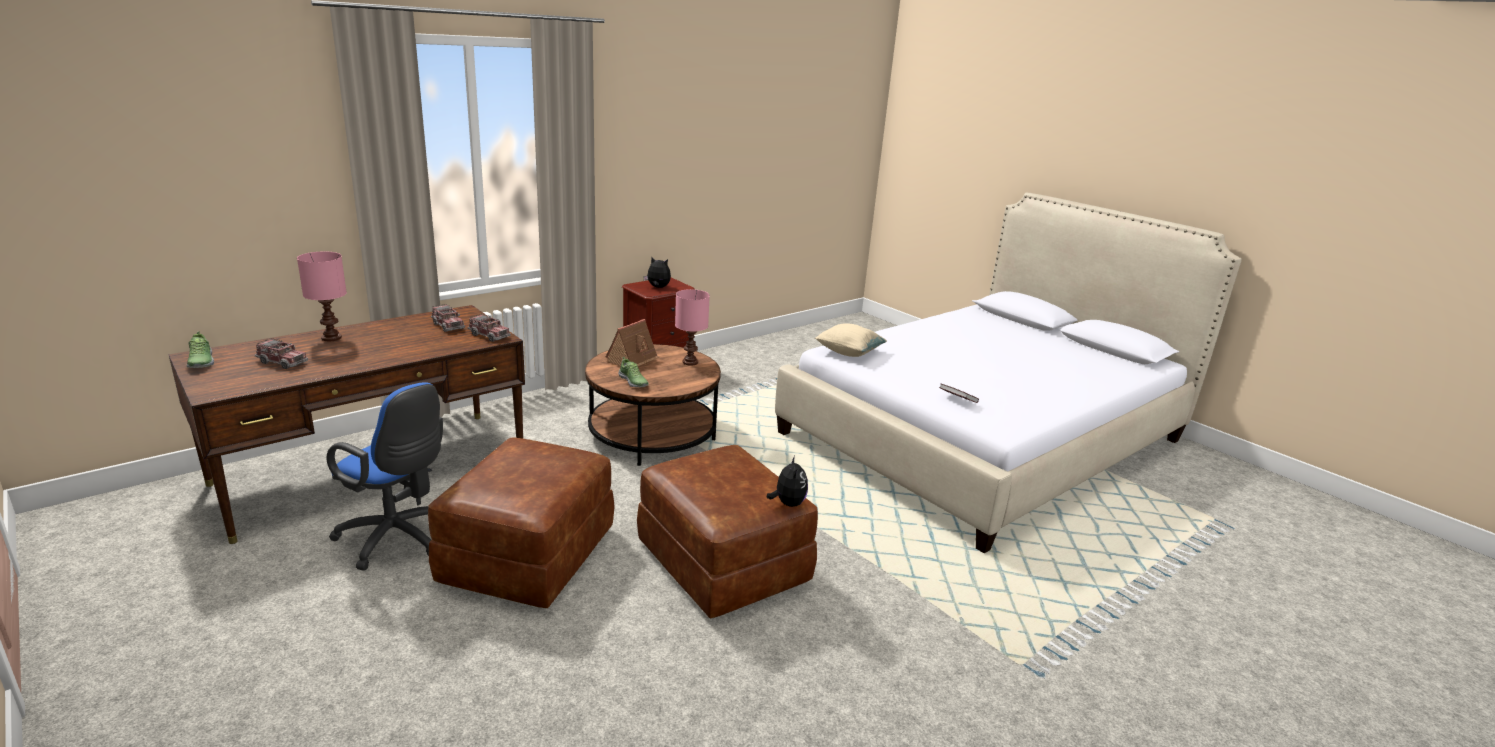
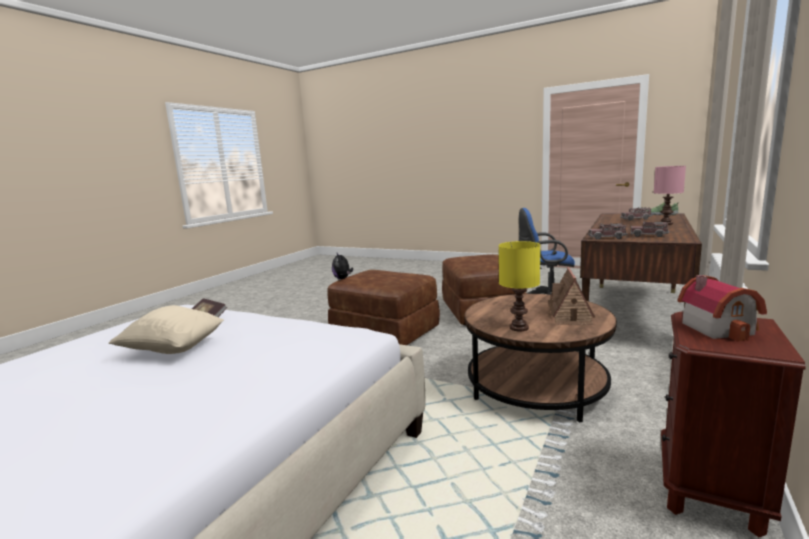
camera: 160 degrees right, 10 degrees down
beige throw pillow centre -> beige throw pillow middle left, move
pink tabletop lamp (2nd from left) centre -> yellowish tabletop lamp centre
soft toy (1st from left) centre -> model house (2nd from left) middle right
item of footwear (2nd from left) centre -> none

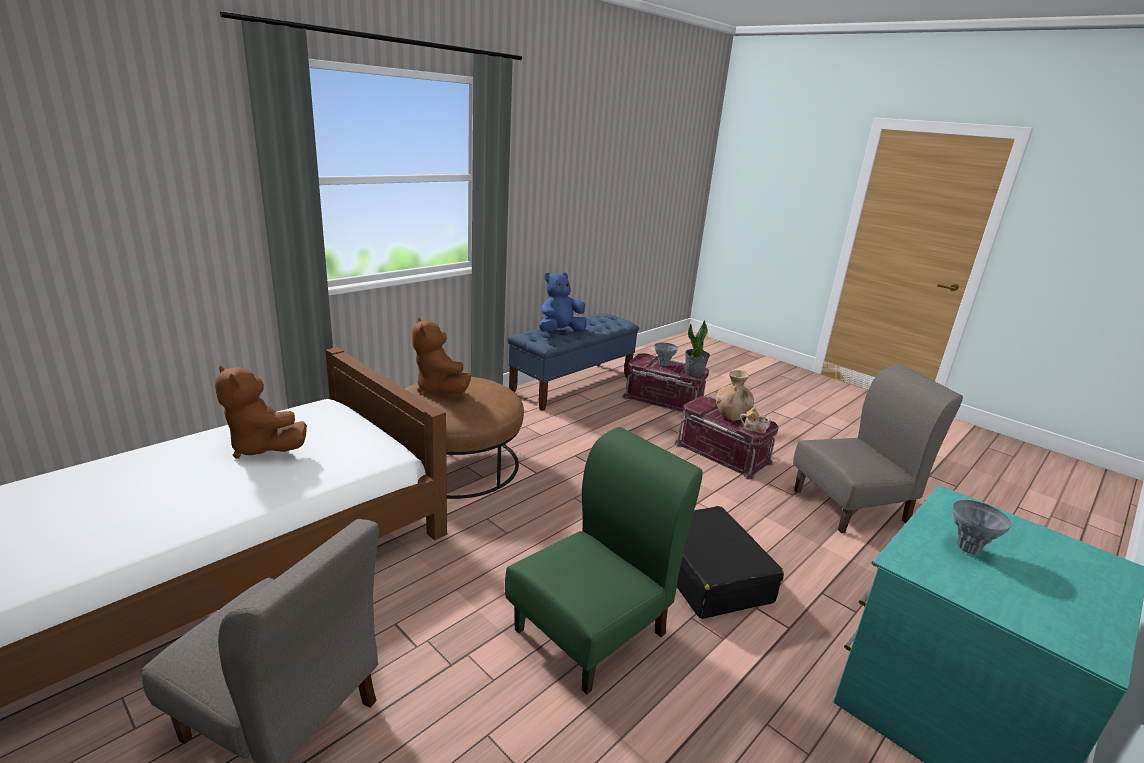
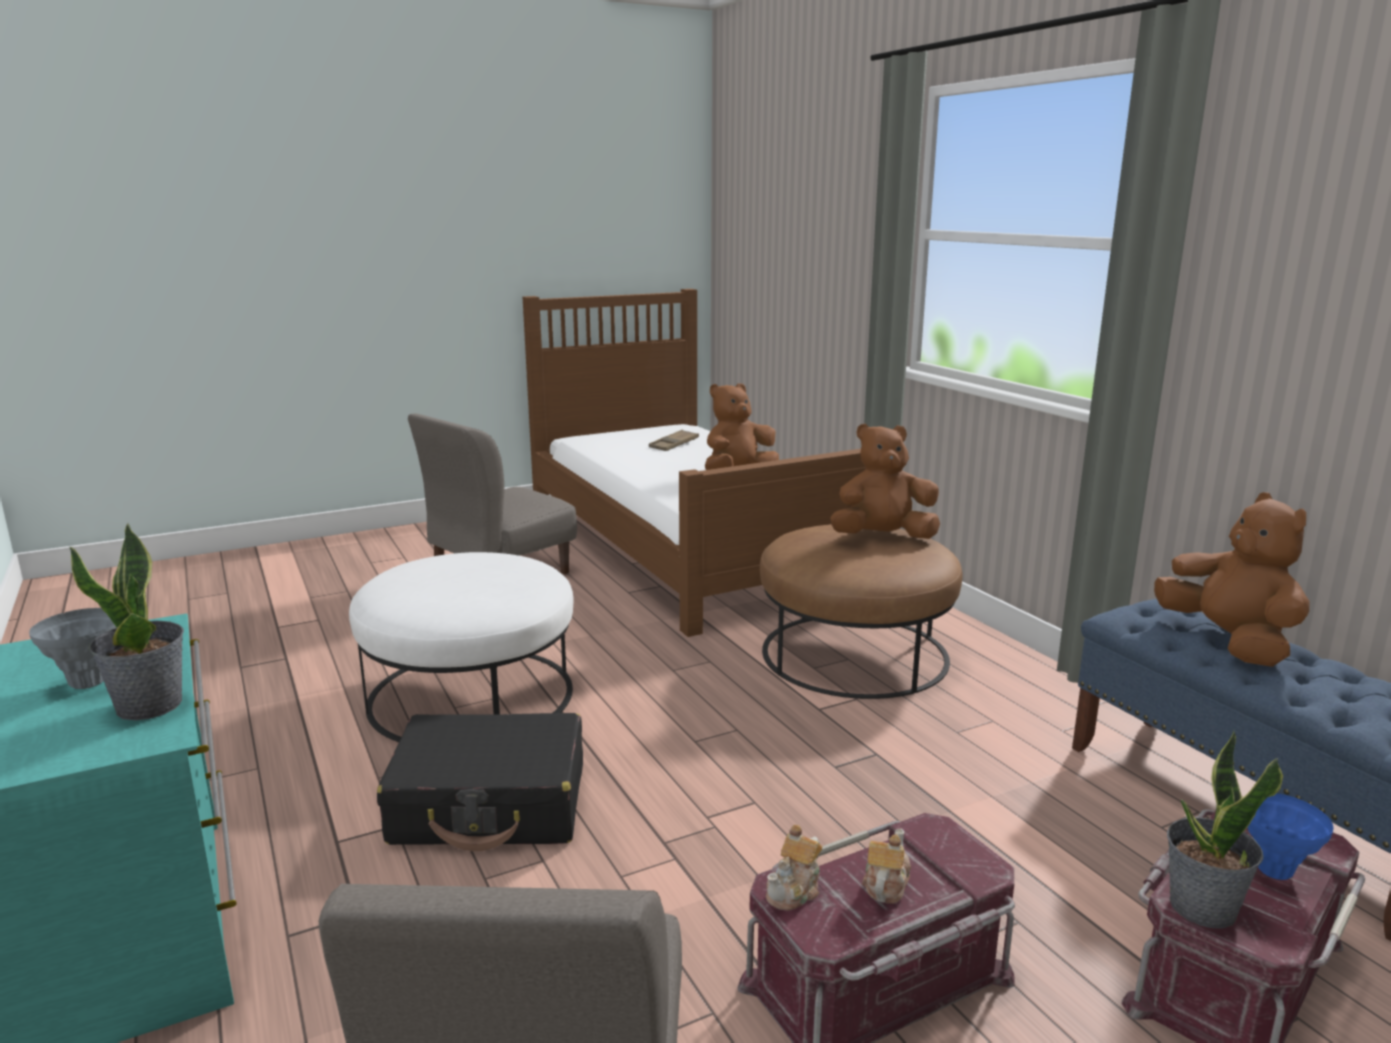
camera: 110 degrees right, 5 degrees down
none -> potted plant (1st from left) middle left
green plain chair bottom centre -> white footrest middle left
none -> brown-coloured serving tray centre
brown-coloured decorative vase centre -> pot for tea (2nd from left) bottom centre
blue soft toy centre -> brown-coloured soft toy (3rd from left) middle right
grey decorative vase (1st from left) centre -> blue decorative vase bottom right

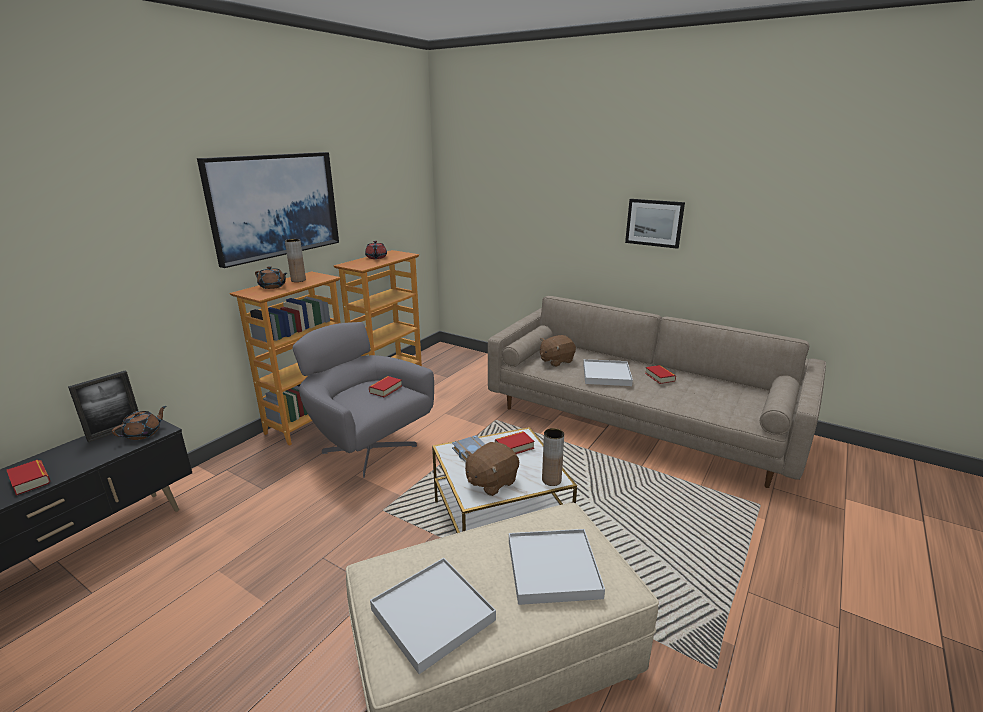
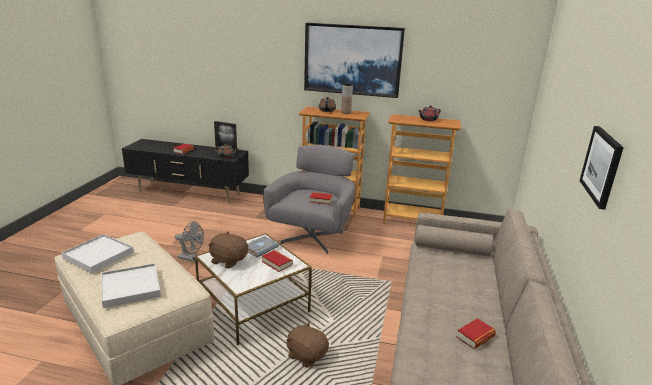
camera: 70 degrees right, 0 degrees up
none -> grey electric fan middle left
brown-coloured soft toy (2nd from left) centre -> brown-coloured soft toy (2nd from left) bottom centre, move
brown-coloured decorative vase (2nd from left) centre -> none
white serving tray (3rd from left) centre -> none

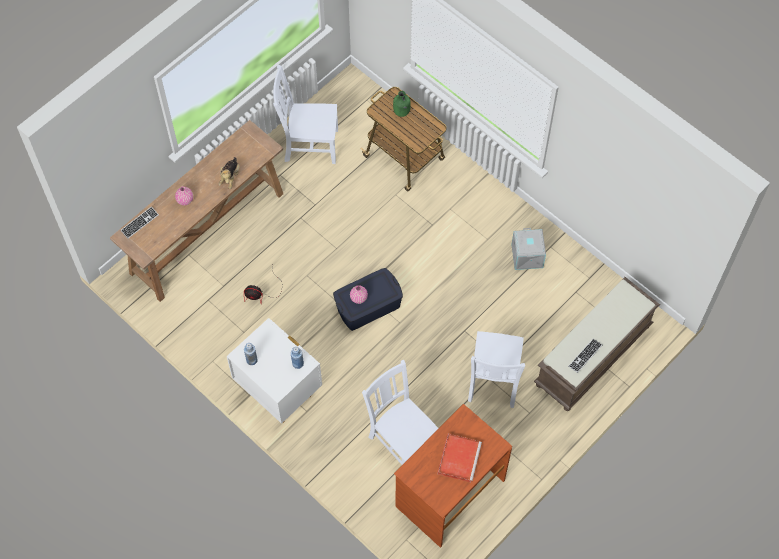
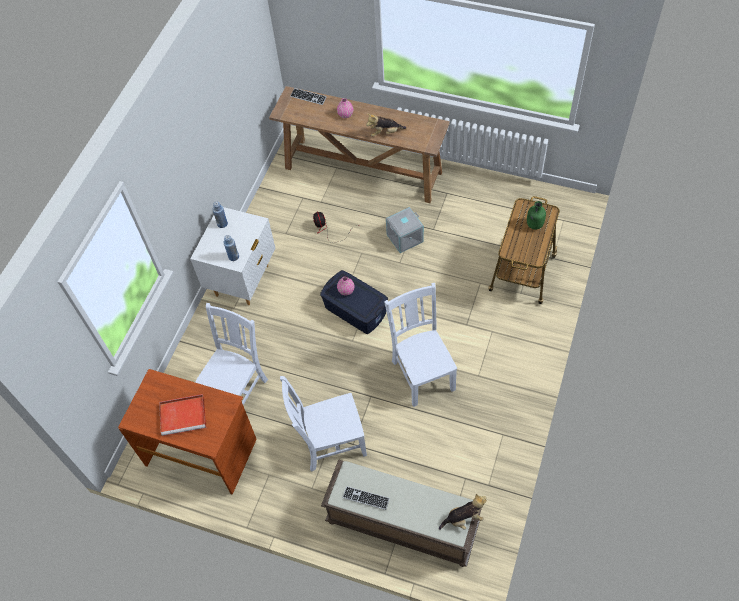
camera: 70 degrees right, 5 degrees down
white plain chair (1st from left in the first image) top centre -> white plain chair (3rd from left) centre, move
grey storage bin middle right -> grey storage bin centre, move
none -> soft toy (2nd from left) bottom centre

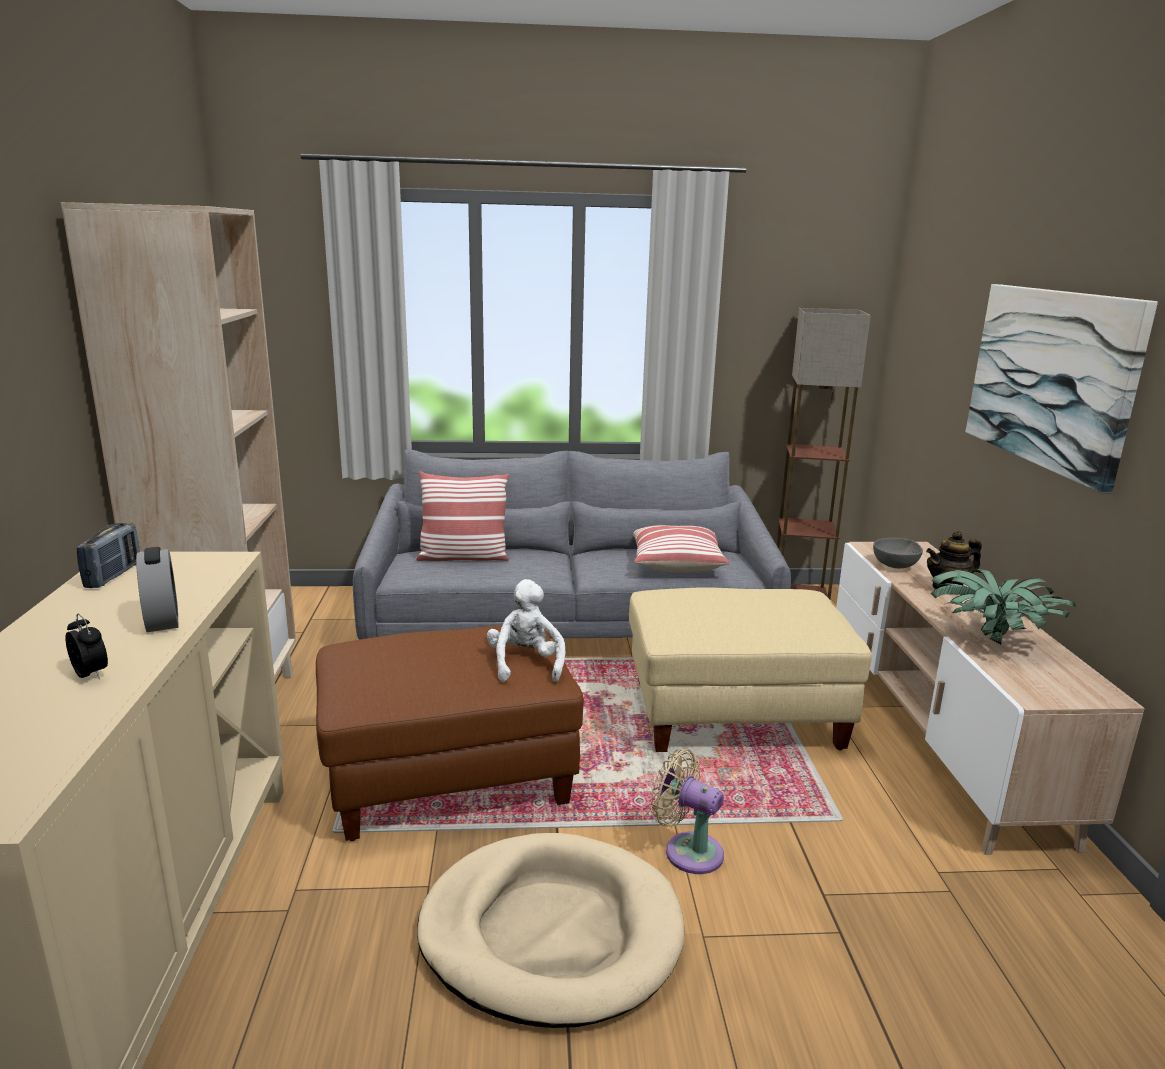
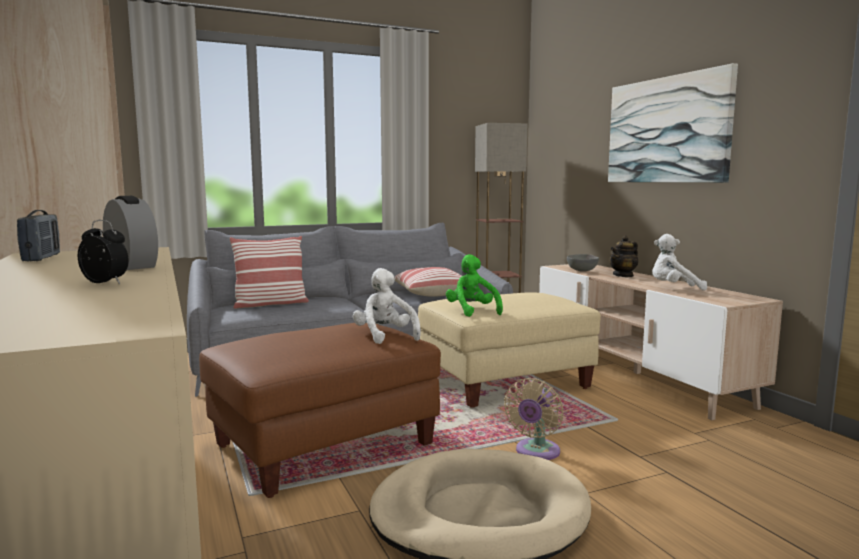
camera: 20 degrees left, 10 degrees down
none -> green soft toy centre
beige electric fan bottom centre, 75 degrees counterclockwise
potted plant middle right -> white soft toy (2nd from left) middle right

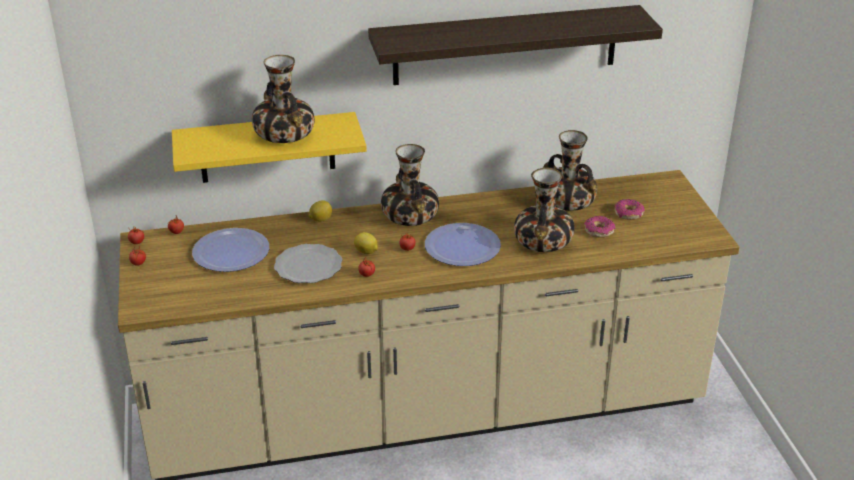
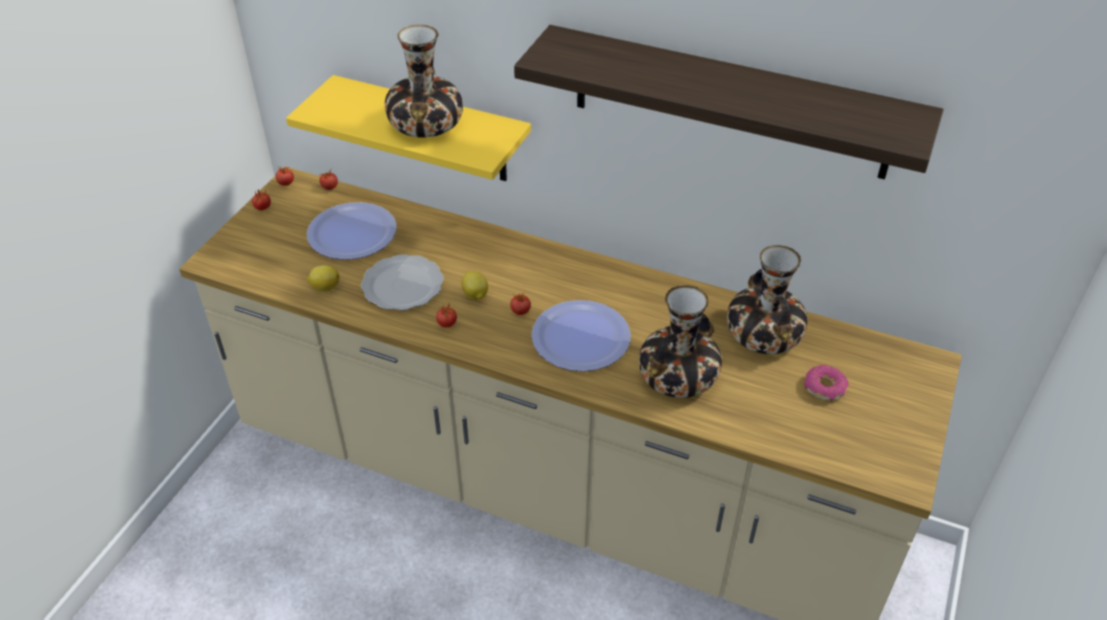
camera: 35 degrees right, 10 degrees up
lemon (1st from left) centre -> lemon (1st from left) middle left, move
decorative vase (2nd from left) centre -> none
donut (1st from left) middle right -> none

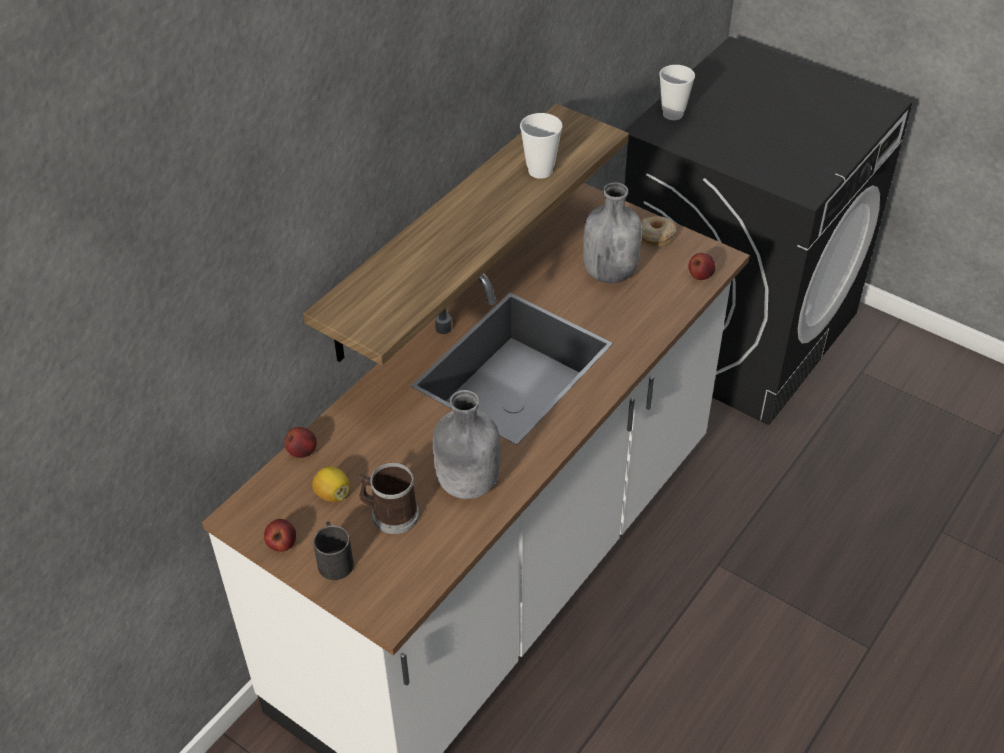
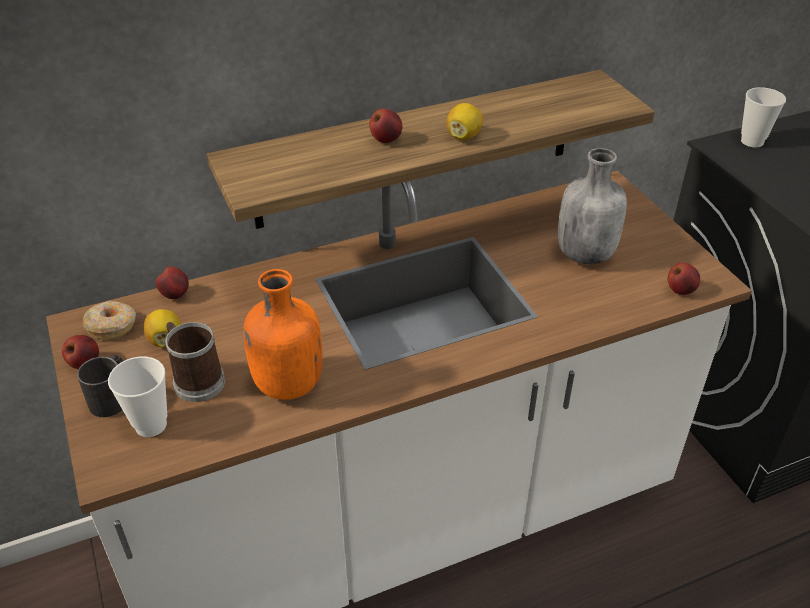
camera: 30 degrees right, 5 degrees down
donut top centre -> donut middle left, move
small cup (1st from left) top centre -> small cup (1st from left) middle left, move
grey bottle (1st from left) centre -> orange bottle centre
none -> apple fruit (3rd from left) top centre
none -> lemon (2nd from left) top centre

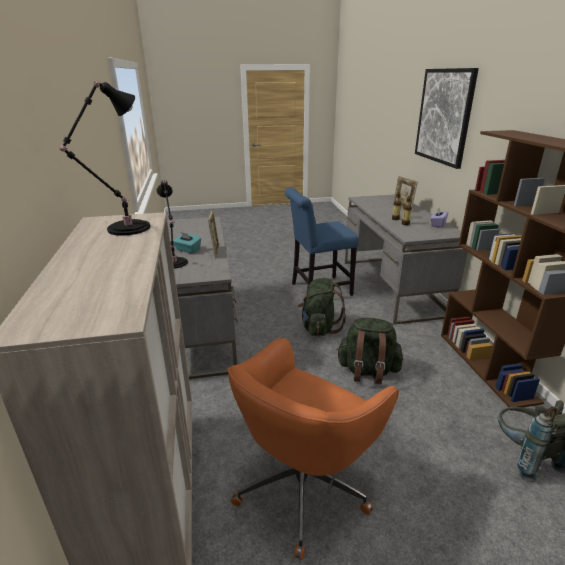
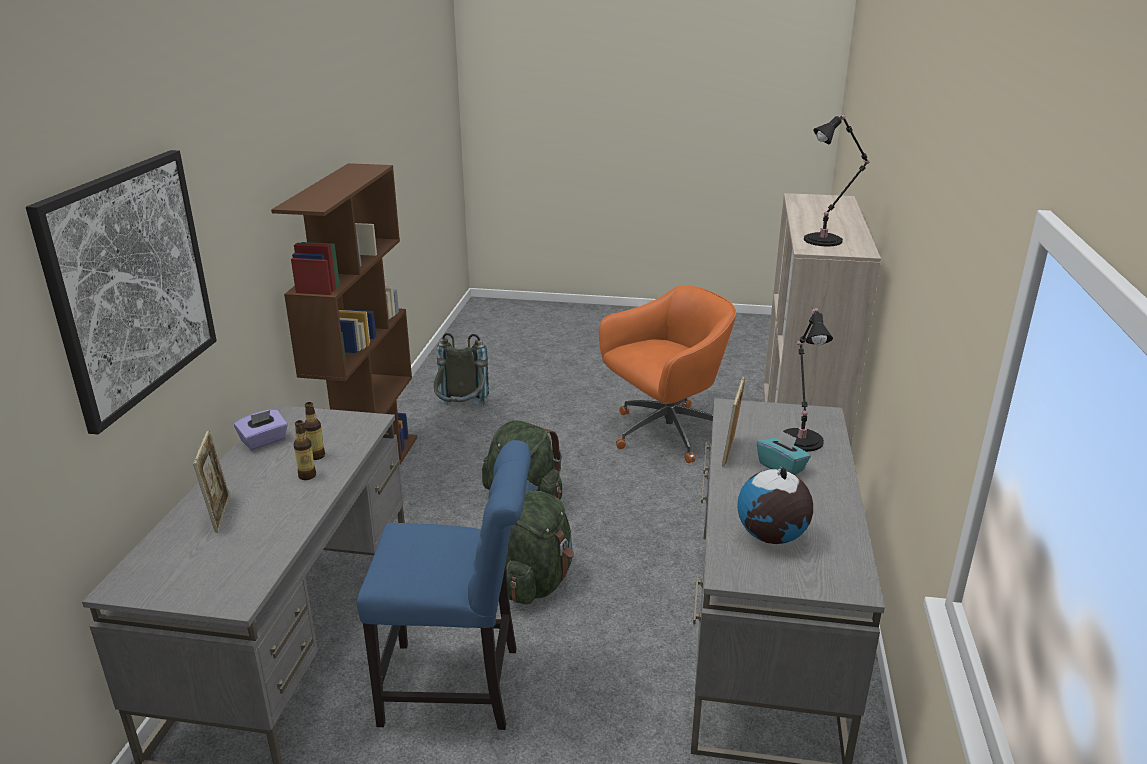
camera: 160 degrees left, 0 degrees up
none -> world globe middle right

